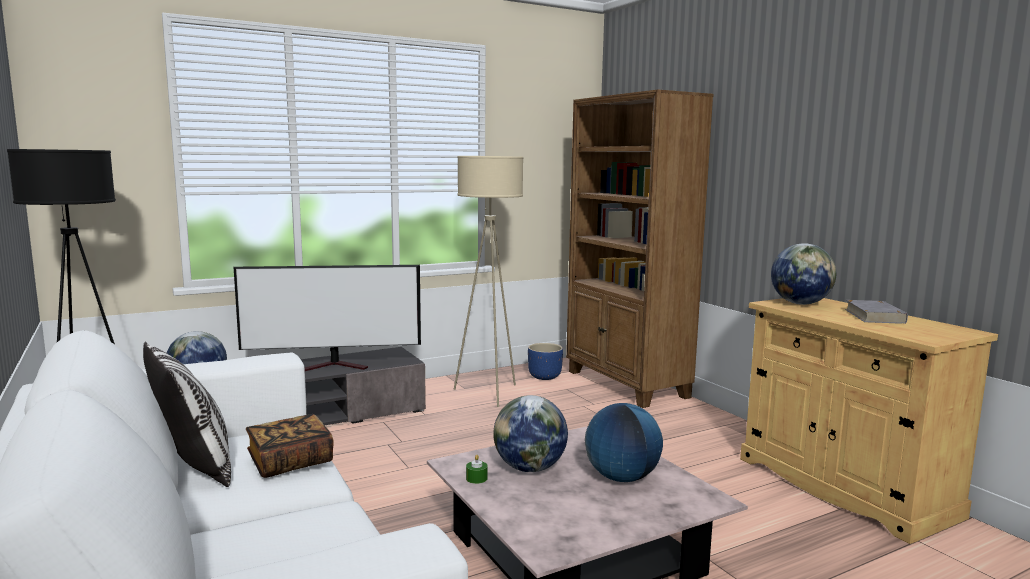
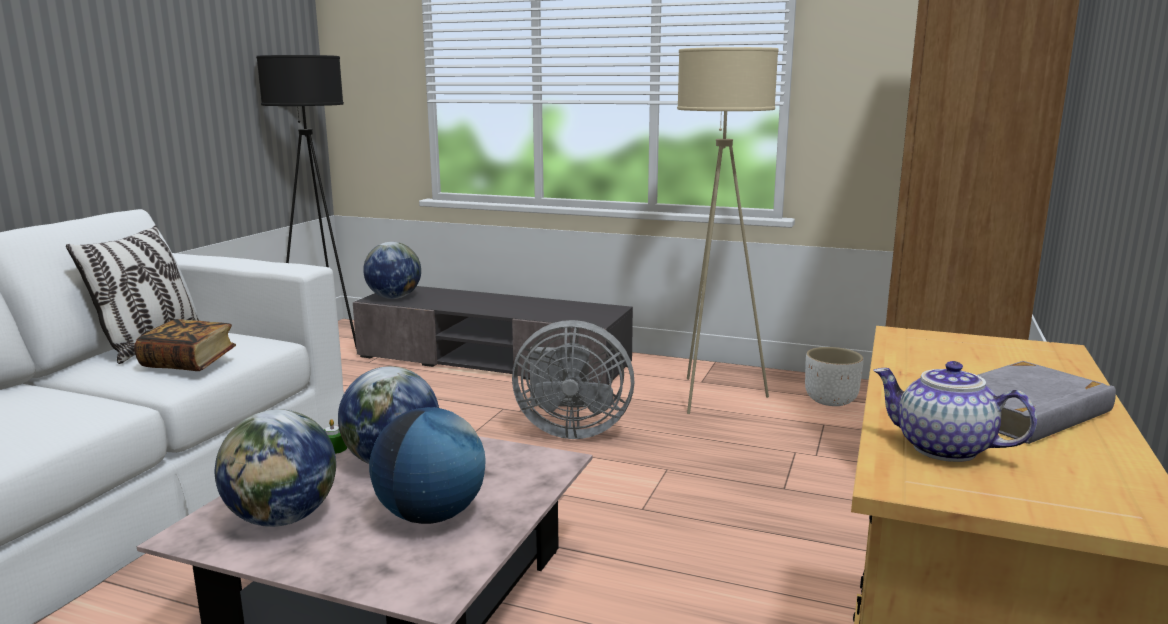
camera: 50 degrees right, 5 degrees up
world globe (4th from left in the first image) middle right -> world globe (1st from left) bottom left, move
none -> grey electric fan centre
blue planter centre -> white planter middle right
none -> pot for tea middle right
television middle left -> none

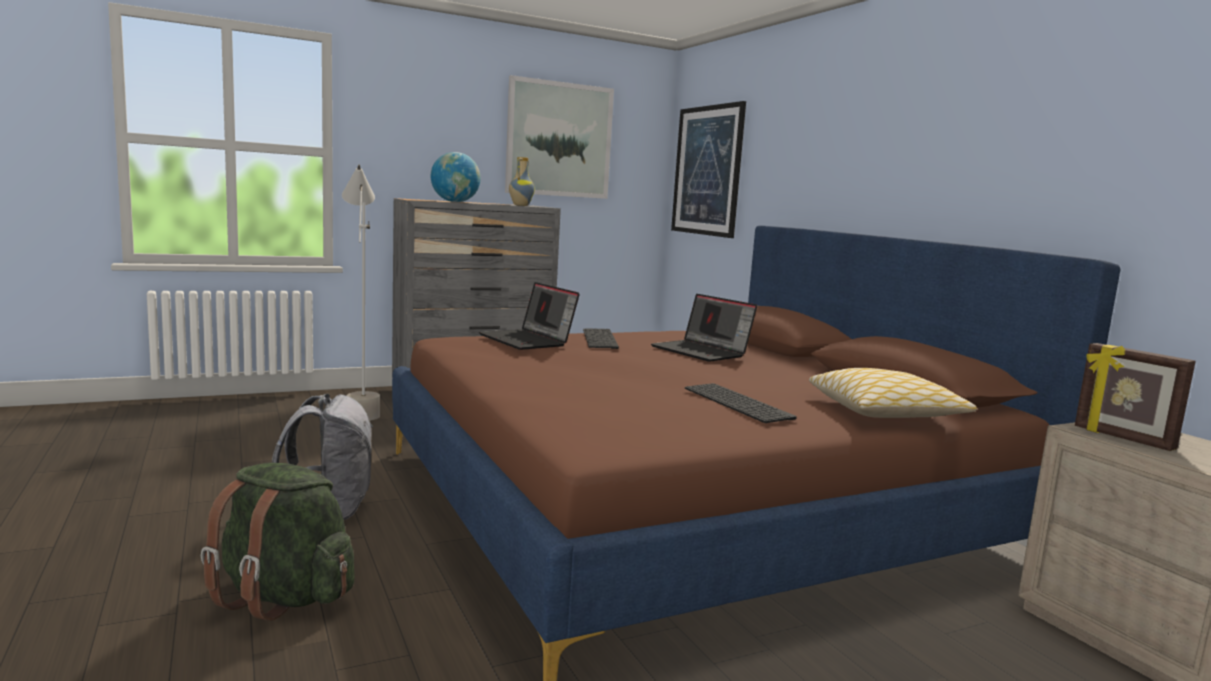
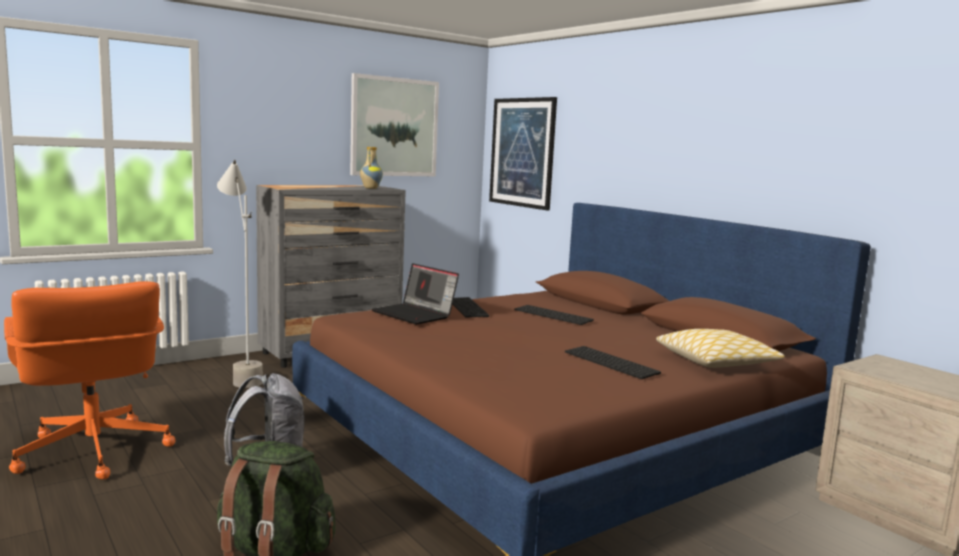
camera: 10 degrees left, 0 degrees up
none -> orange computer chair bottom left
laptop (2nd from left) centre -> computer keyboard (2nd from left) centre
world globe top centre -> none
picture frame middle right -> none

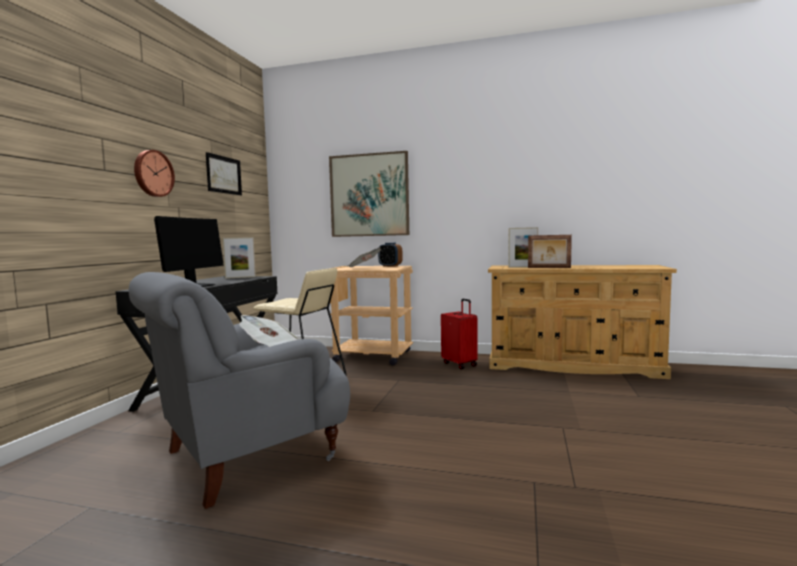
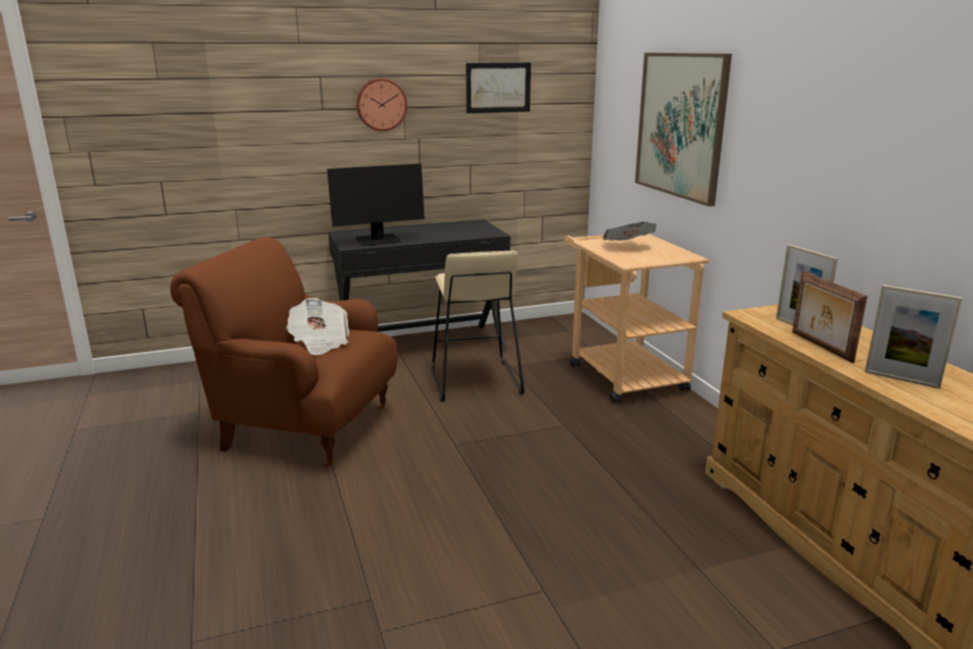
camera: 55 degrees right, 15 degrees up
grey easy chair bottom left -> brown-coloured easy chair middle left
picture frame (1st from left in the first image) middle left -> picture frame (3rd from left) middle right, move
table clock centre -> none
red suitcase centre -> none

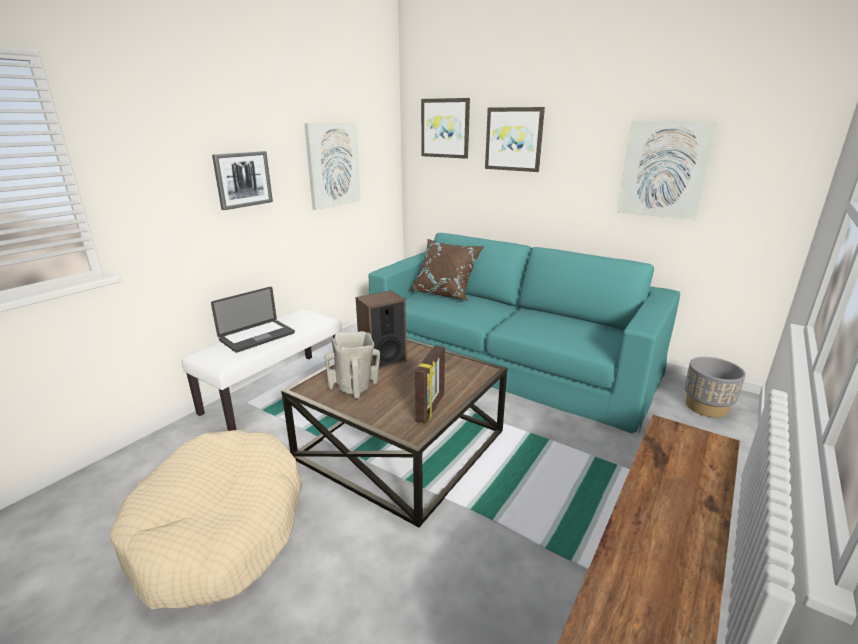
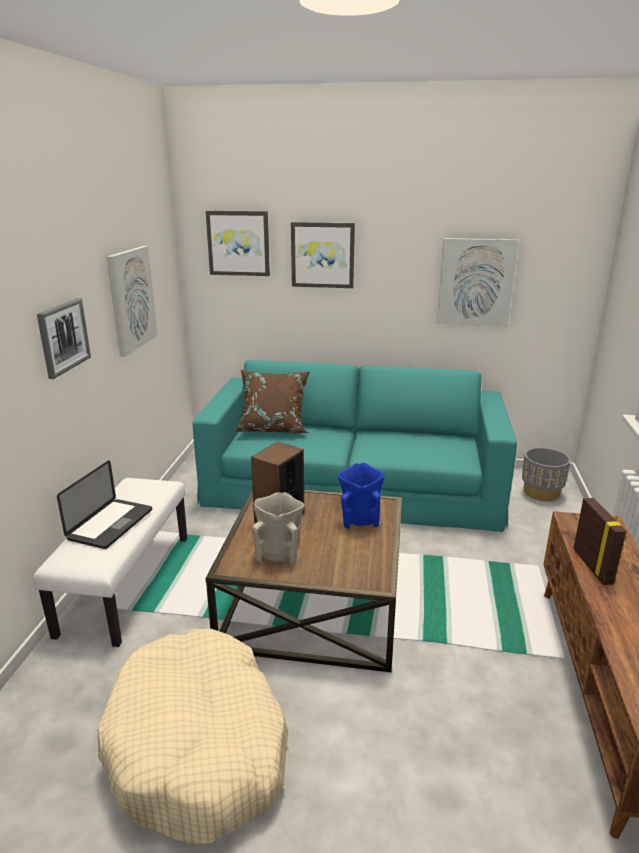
camera: 25 degrees left, 0 degrees up
none -> blue decorative vase centre
picture frame centre -> picture frame middle right, move

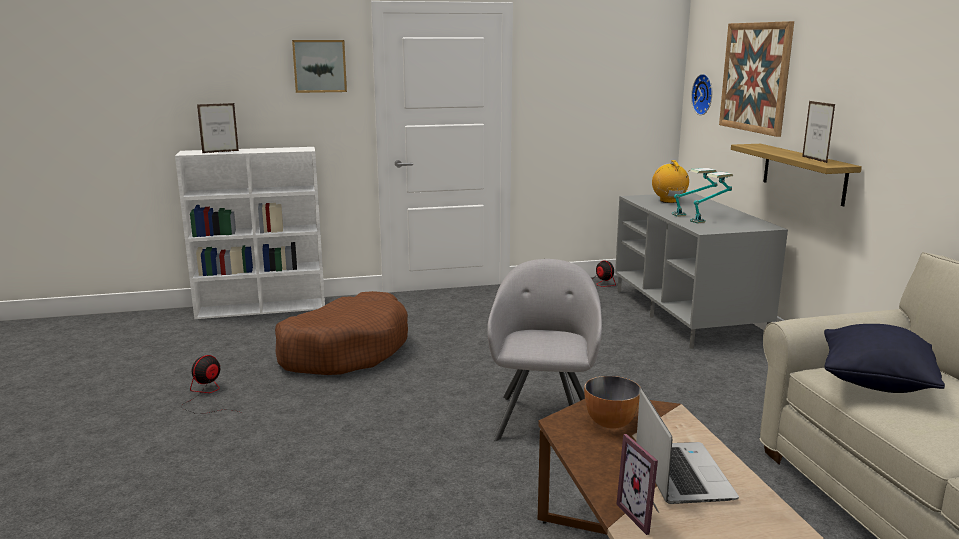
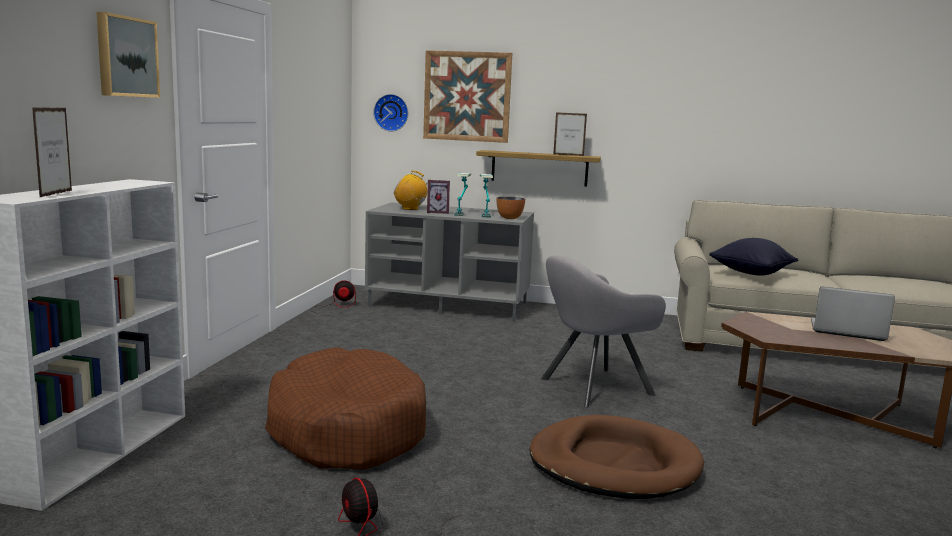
camera: 65 degrees left, 5 degrees down
picture frame (2nd from left) bottom centre -> picture frame (2nd from left) centre, move
serving bowl bottom centre -> serving bowl centre, move
none -> brown-coloured pet bed (2nd from left) bottom centre
grey easy chair centre, 60 degrees counterclockwise

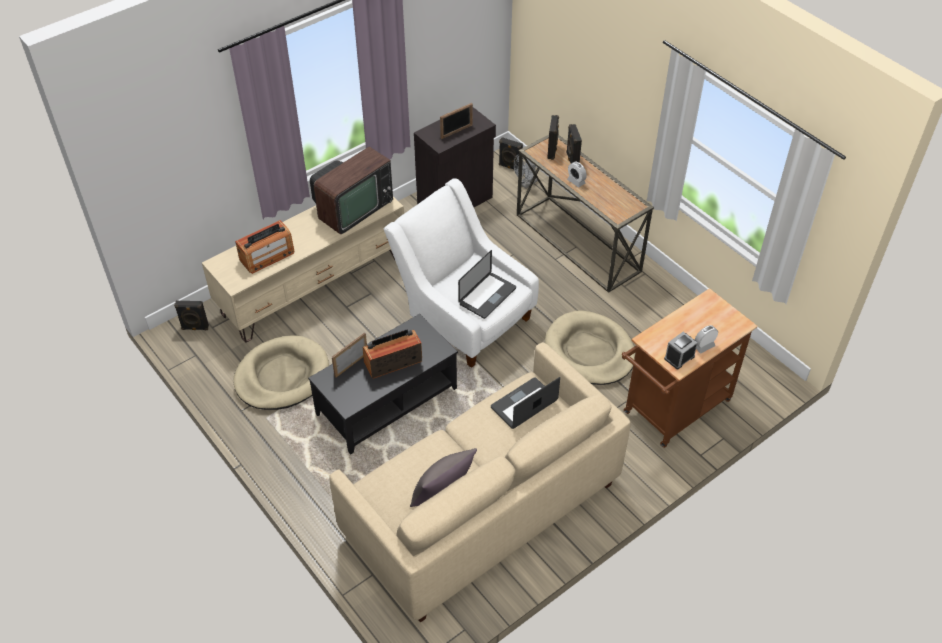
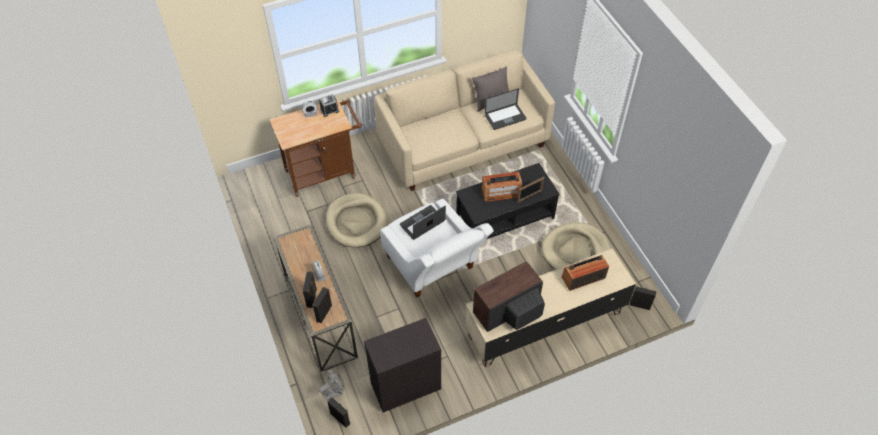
camera: 165 degrees left, 5 degrees up
laptop (2nd from left) centre -> laptop (2nd from left) top centre, move
picture frame (2nd from left) top centre -> none

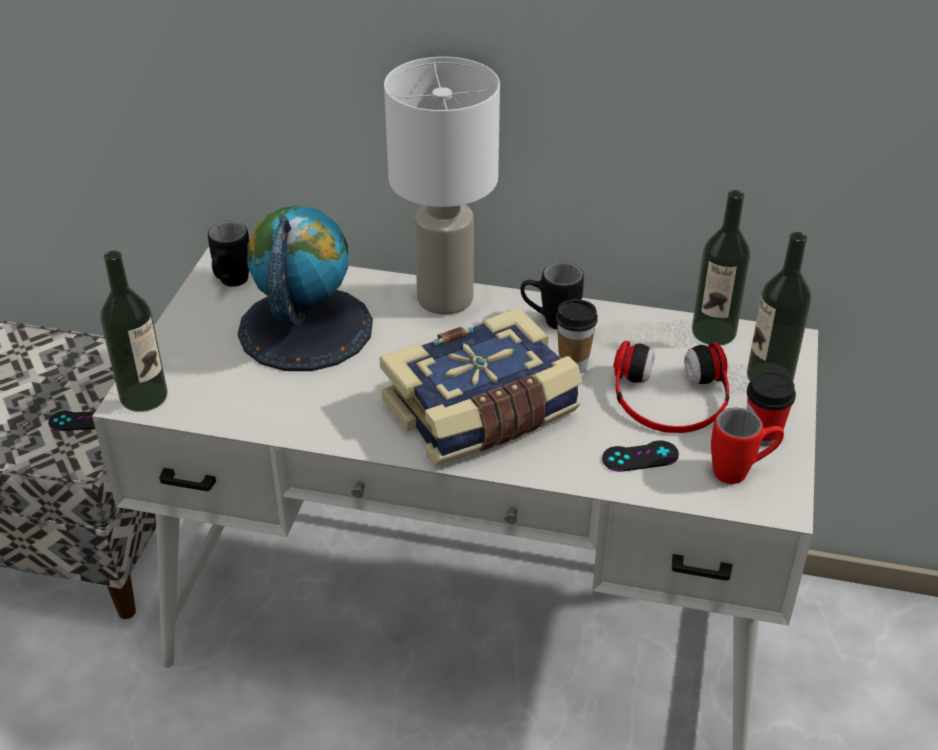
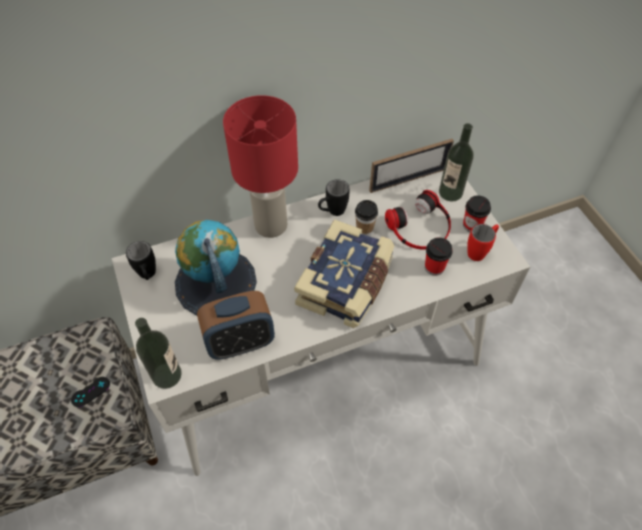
camera: 35 degrees left, 15 degrees up
none -> table clock centre
white tabletop lamp top centre -> red tabletop lamp top centre
bottle (2nd from left) middle right -> picture frame top centre
blackish gamepad (2nd from left) middle right -> small cup (2nd from left) middle right

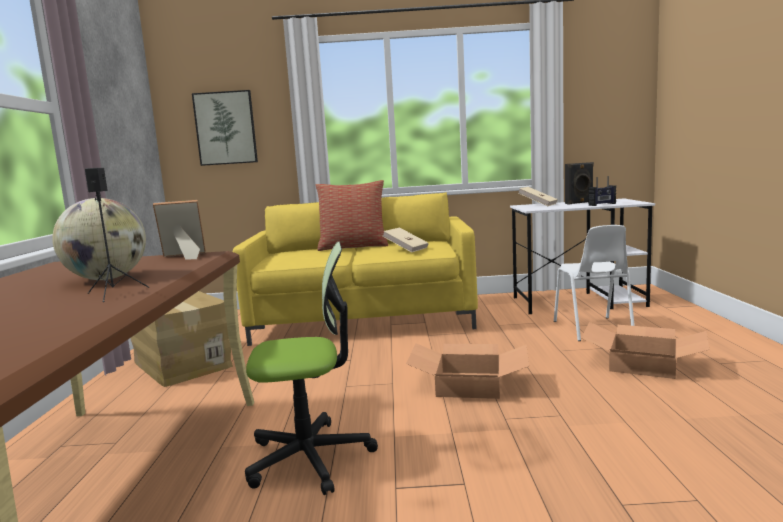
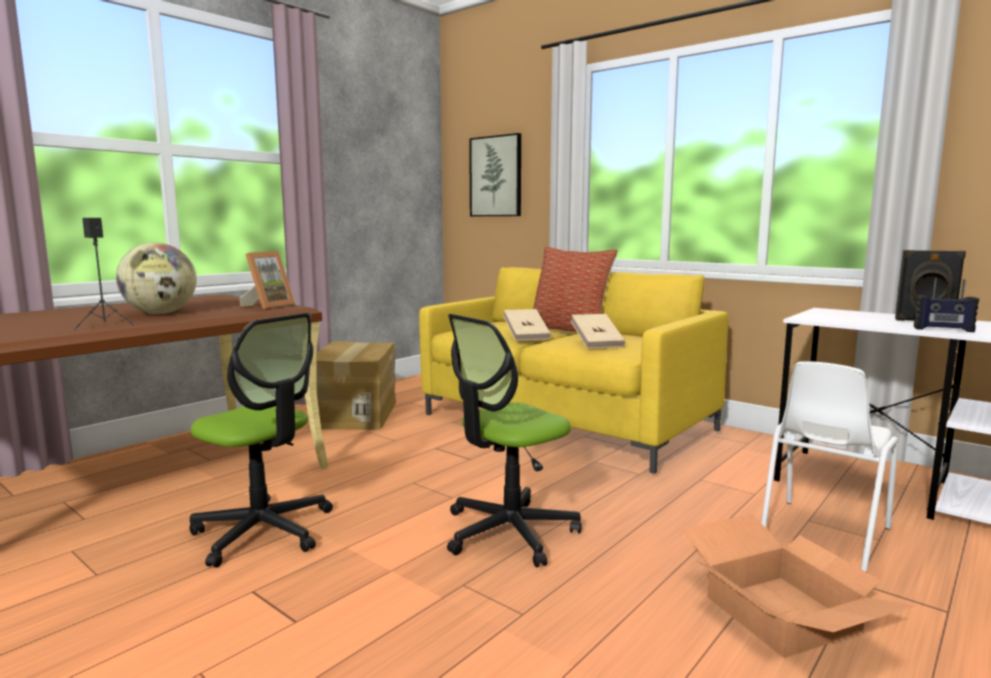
camera: 40 degrees right, 0 degrees up
picture frame middle left, 90 degrees clockwise
cardboard box (2nd from left) bottom centre -> computer chair (2nd from left) centre
beige bound book (2nd from left in the first image) middle right -> beige bound book (1st from left) centre, move

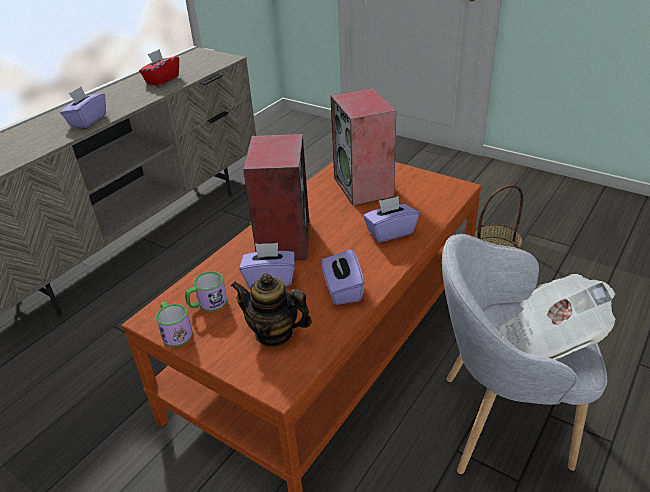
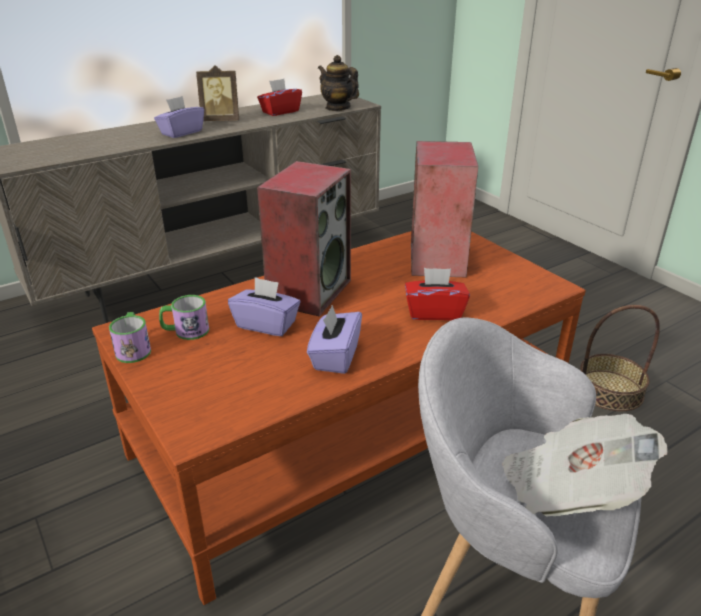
camera: 20 degrees right, 5 degrees down
none -> picture frame top left
pot for tea centre -> pot for tea top centre, move
purple box of tissues (4th from left) centre -> red box of tissues (2nd from left) centre

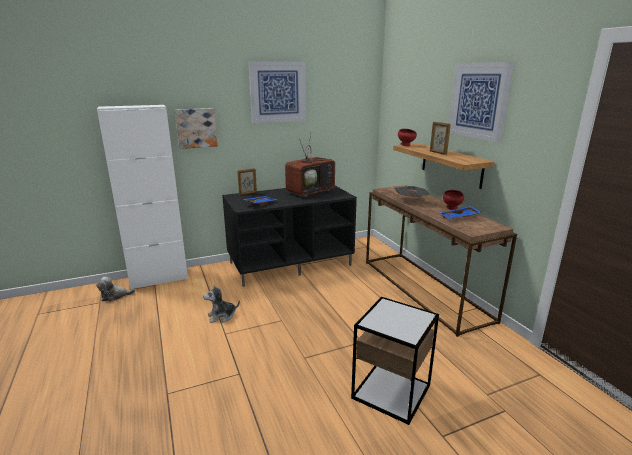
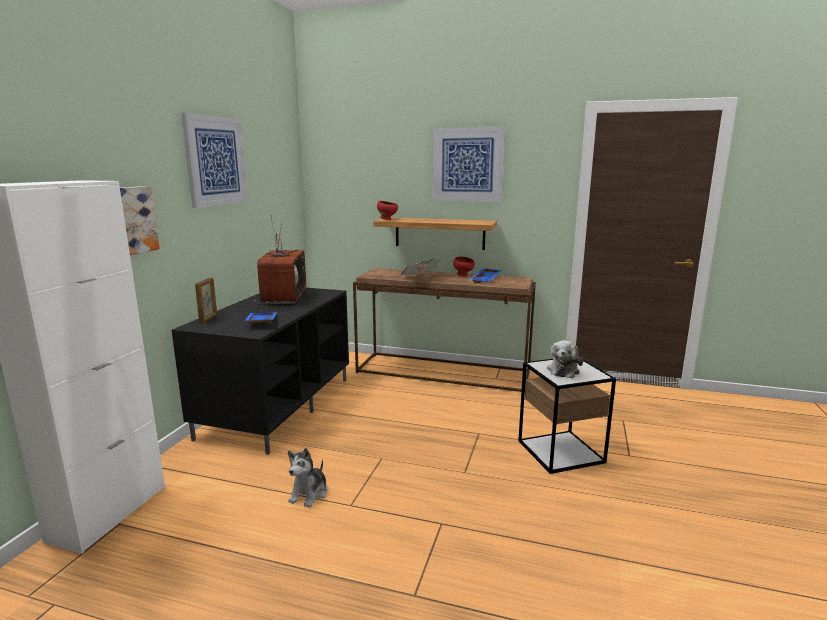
camera: 50 degrees left, 5 degrees down
soft toy (1st from left in the first image) middle left -> soft toy (2nd from left) middle right, move
picture frame (2nd from left) top right -> none

